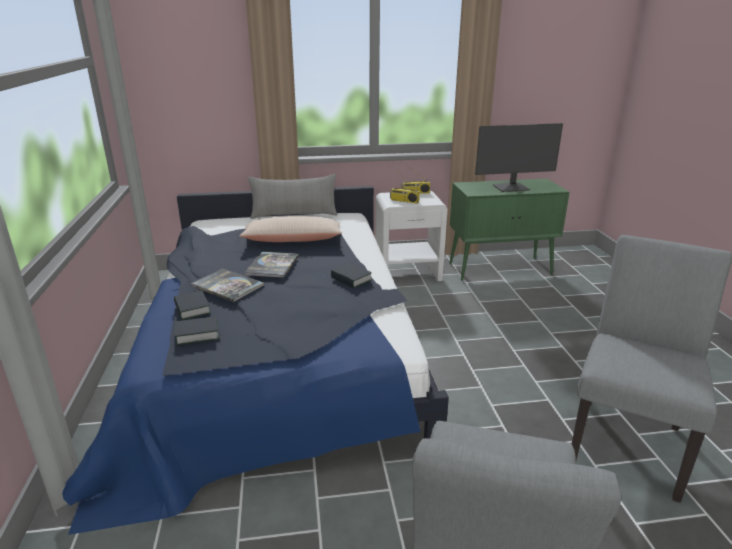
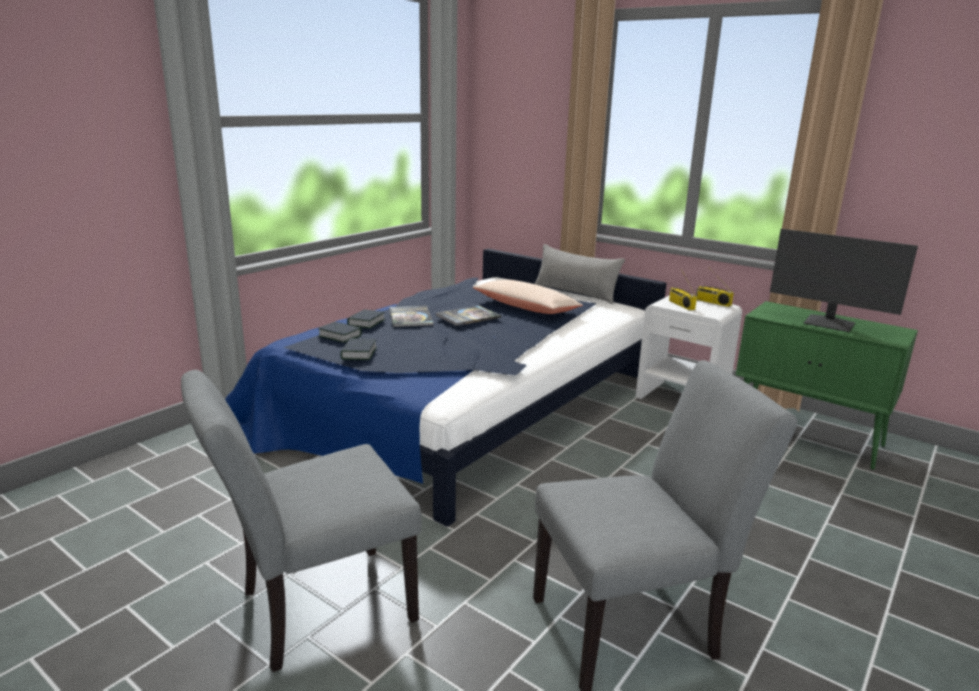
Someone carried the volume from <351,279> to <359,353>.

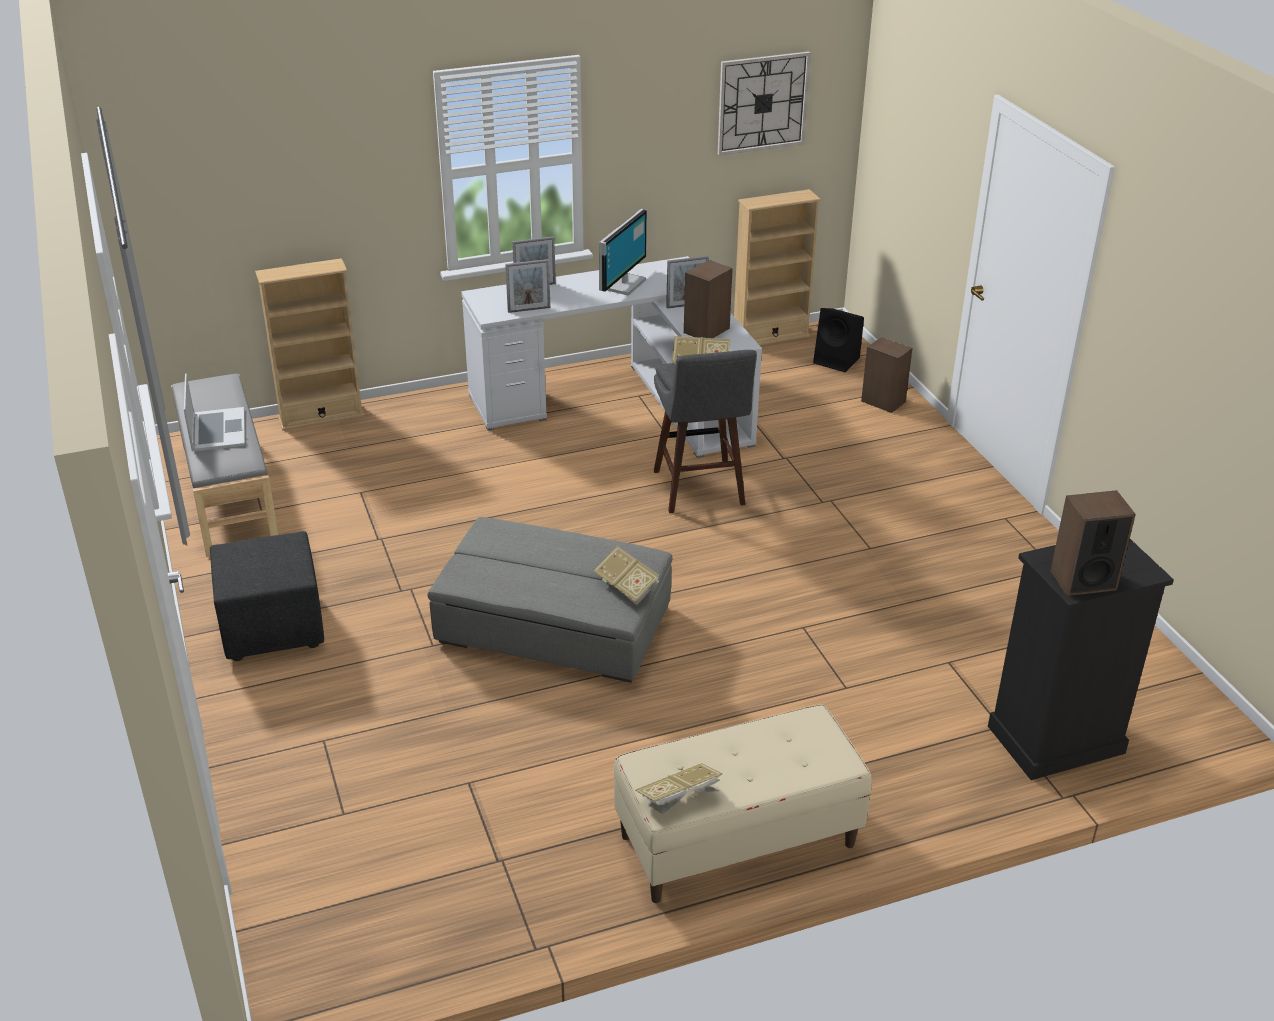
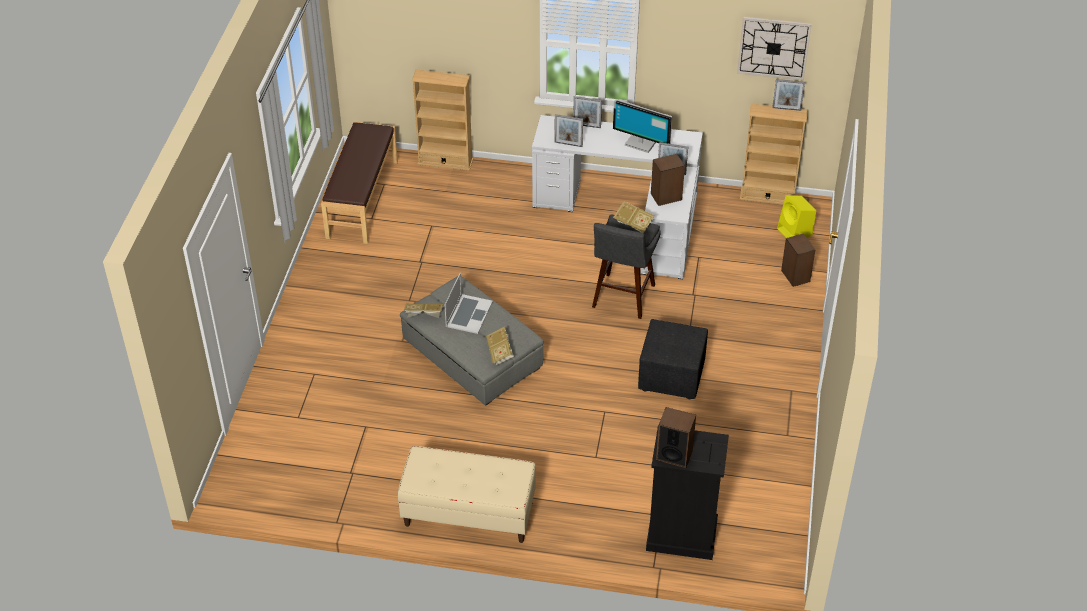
Someone repainted the indoor bench (greyish) at <228,493>, which became the indoor bench (brown-coloured) at <361,199>.
Someone carried the laptop from <217,430> to <468,314>.
Someone carried the pouffe (blackish) from <274,629> to <672,377>.
Someone rotated the computer display at <622,284> by 60 degrees clockwise.
Someone carried the volume from <679,800> to <424,316>.
Someone repainted the audio speaker (blackish) at <837,360>, which became the audio speaker (yellowish) at <795,232>.
Someone put down the standing frame at <786,109>.

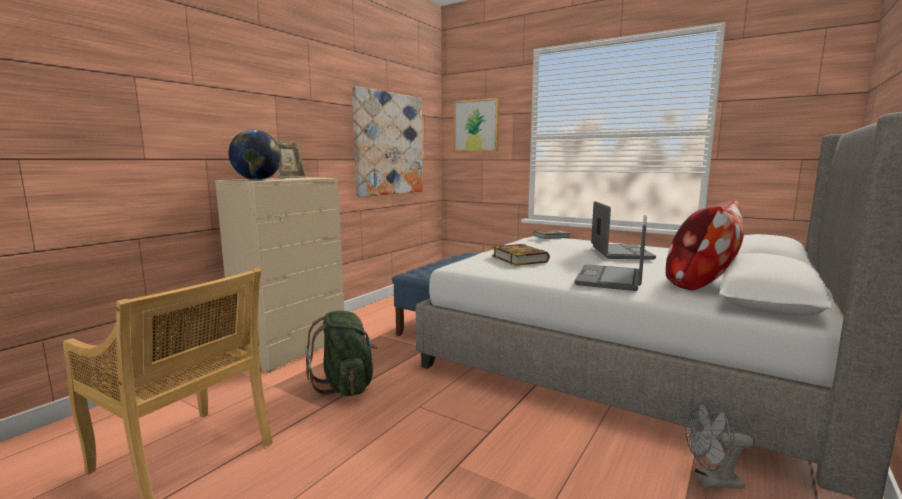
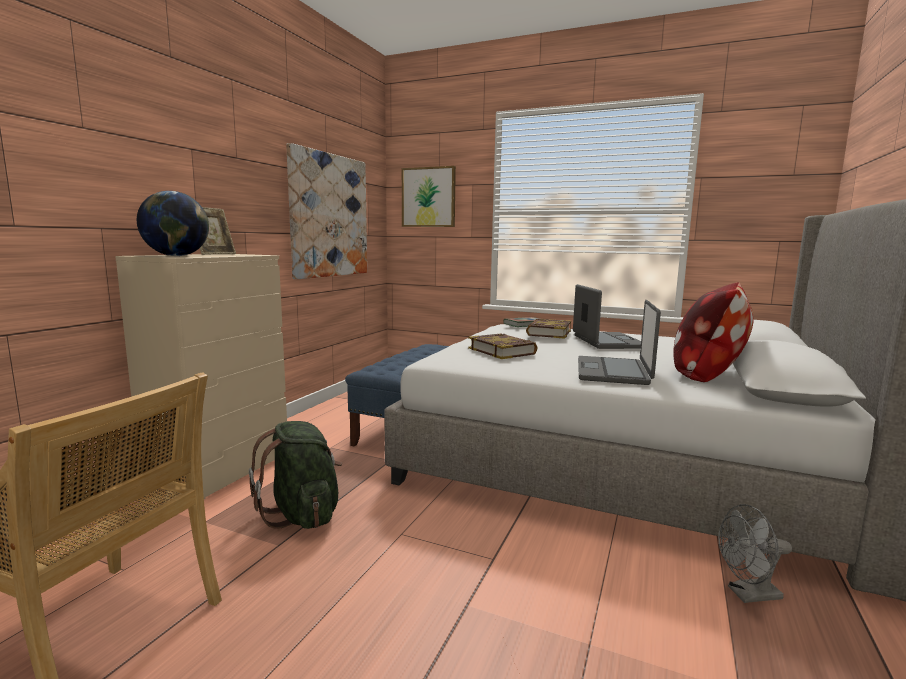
Someone put down the volume at <548,333>.

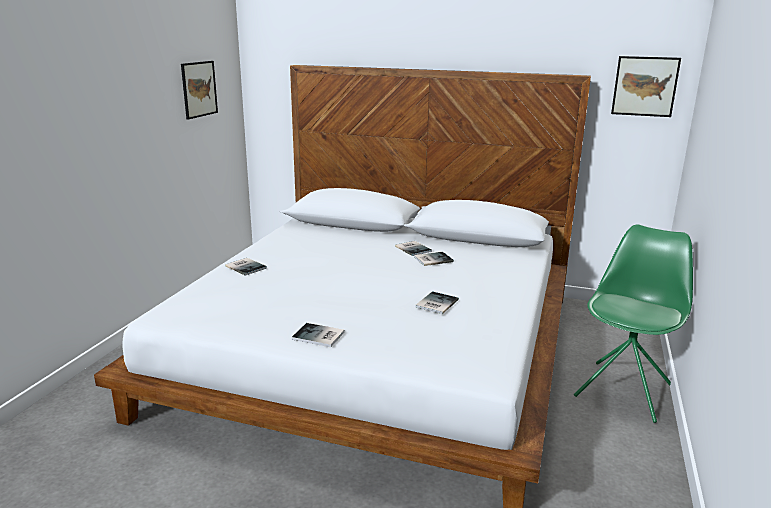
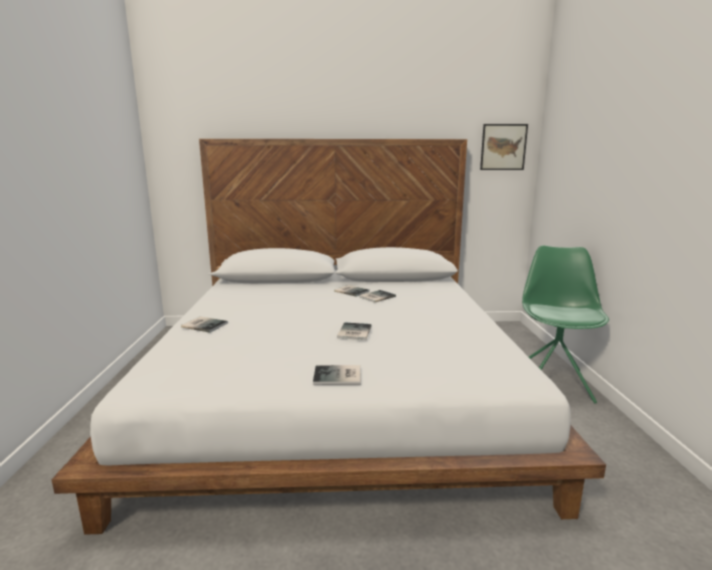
Someone took away the wall art at <199,89>.
Someone carried the volume from <435,304> to <353,332>.

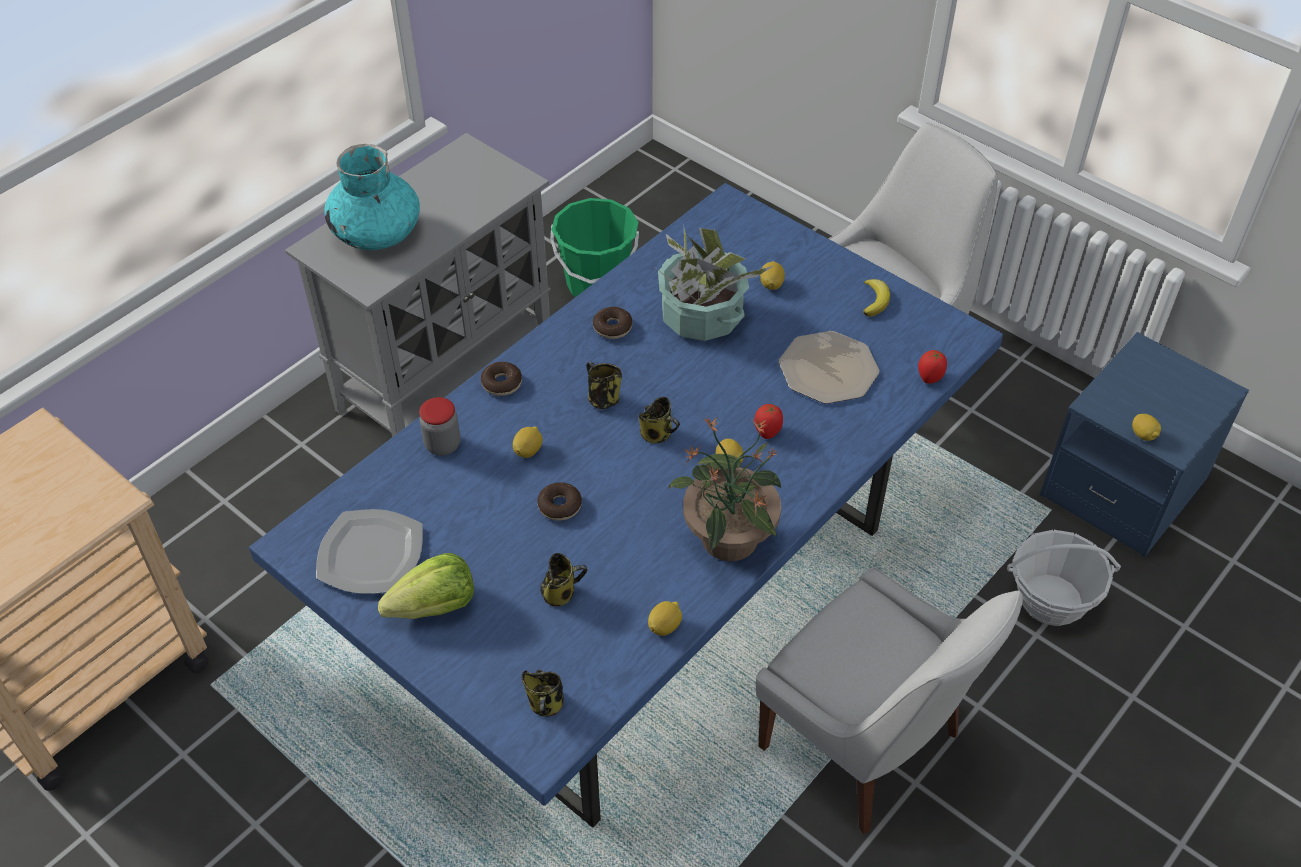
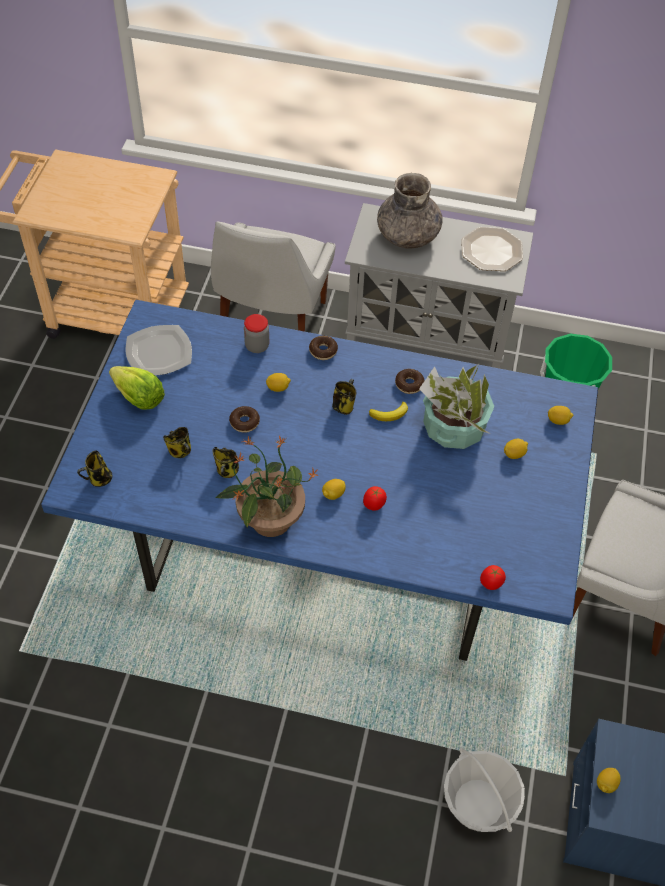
Someone repainted the vase (blue-green) at <377,233>, which became the vase (greyish) at <408,235>.
Someone carried the tea mug from <658,434> to <227,471>.
Someone carried the lemon from <665,626> to <558,420>.
Someone carried the plain chair (whitish) from <865,745> to <271,322>.
Someone carried the plate from <828,370> to <491,251>.
Someone carried the whole banana from <875,300> to <390,414>.

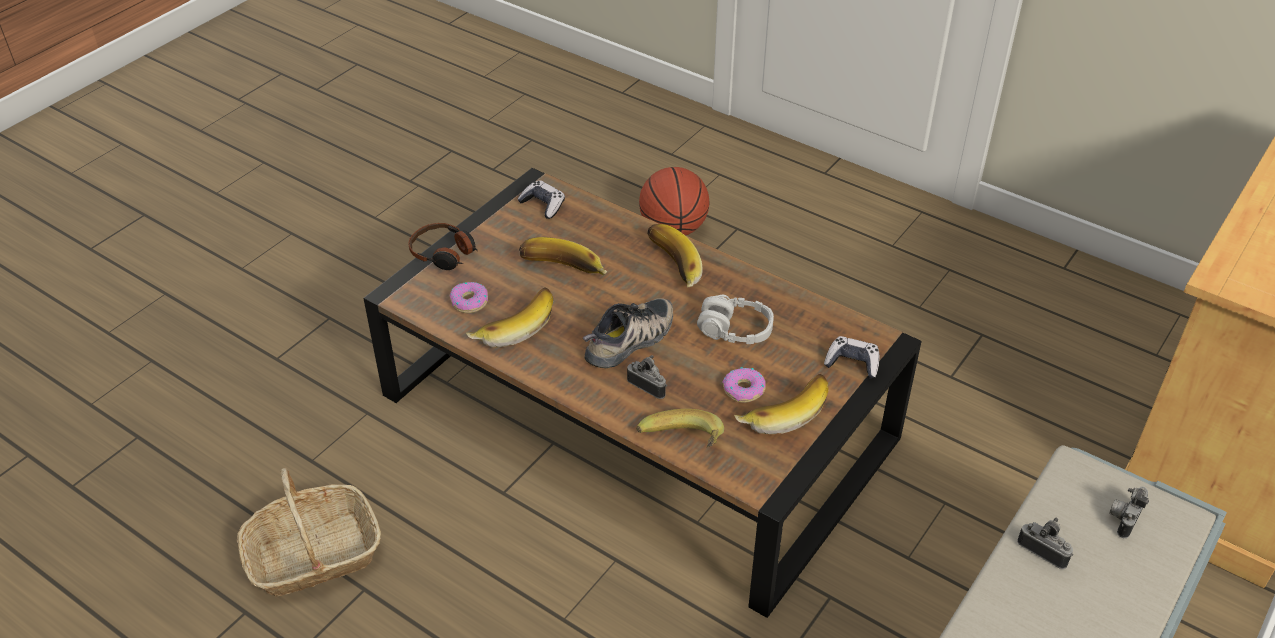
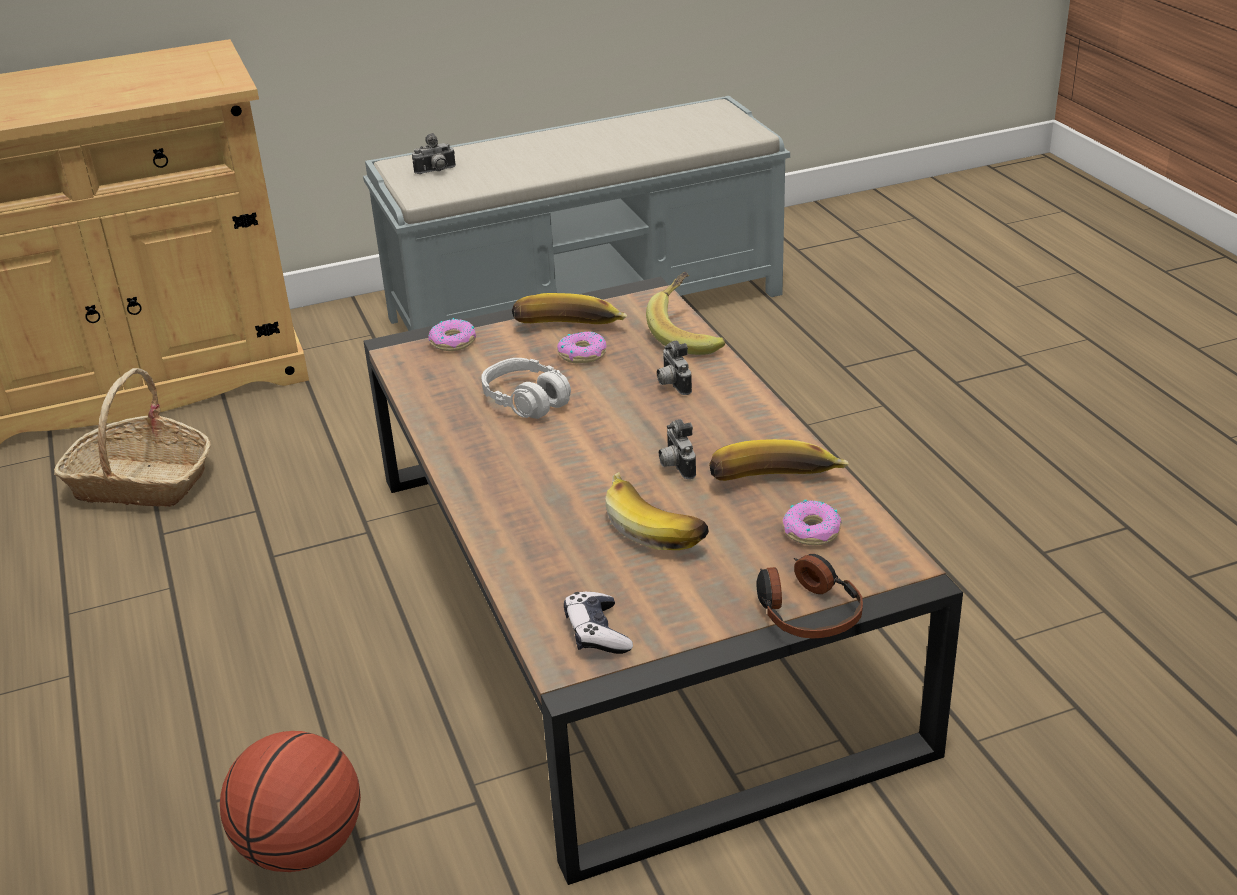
Someone carried the basket from <313,555> to <141,483>.
Someone took away the shoe at <631,341>.
Someone took away the whole banana at <671,267>.
Someone swapped the gamepad at <852,363> for the donut at <453,342>.
Someone carried the still camera from <1044,550> to <675,466>.

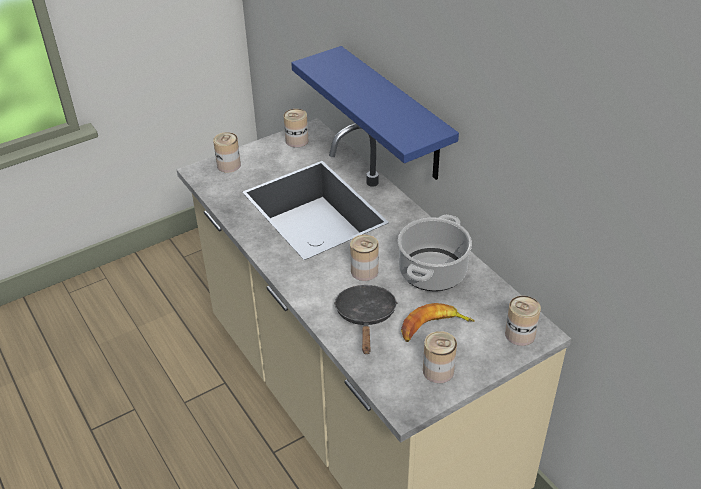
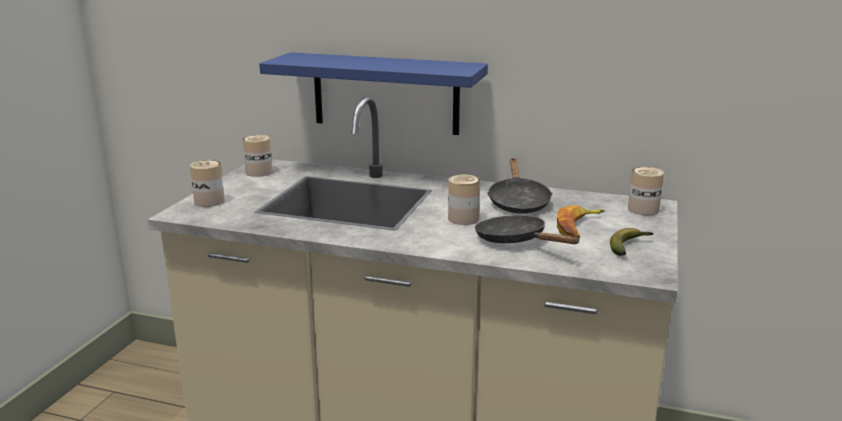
Someone swapped the stockpot at <432,271> for the skillet (blackish) at <518,202>.
Someone swapped the can at <438,371> for the whole banana at <629,247>.

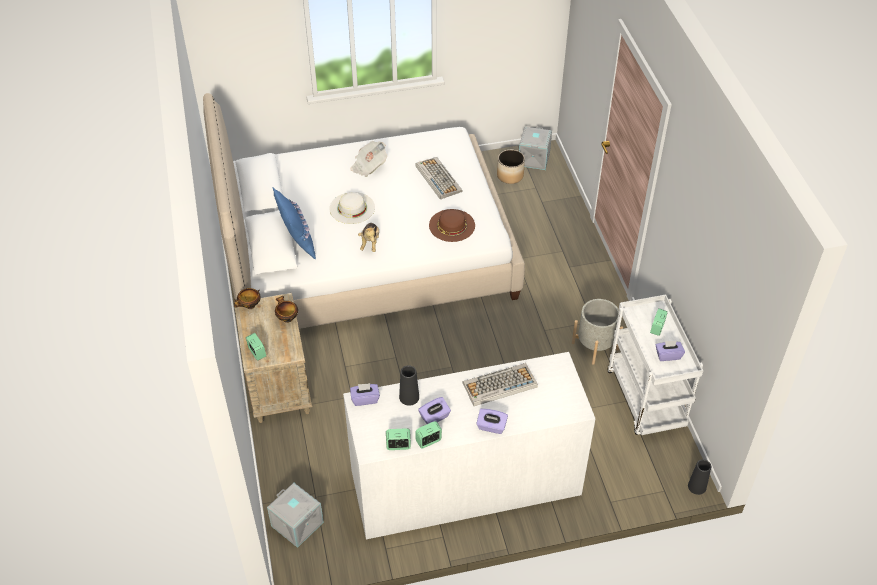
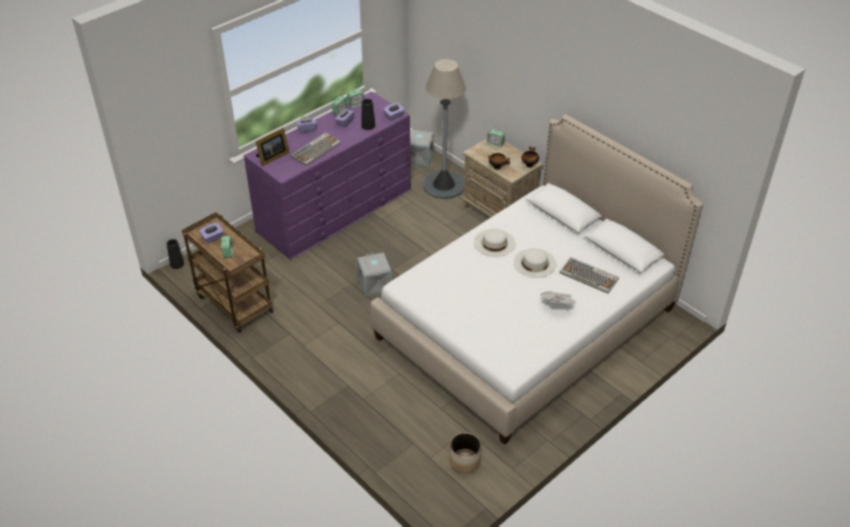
Someone took away the pillow (blue-coloured) at <296,242>.
Someone repainted the chest of drawers (whitish) at <465,482>, which became the chest of drawers (purple-coloured) at <335,210>.
Someone swapped the soft toy at <370,243> for the hat (whitish) at <494,243>.
Someone carried the keyboard from <437,178> to <589,276>.
Someone took away the hat (brown-coloured) at <452,225>.
Someone carried the storage bin (greyish) from <533,158> to <375,284>.
Someone took away the plant pot (greyish) at <595,346>.
Someone repainted the cart (whitish) at <646,400>, which became the cart (brown-coloured) at <233,303>.
Someone put down the standing frame at <272,157>.
Someone put down the standing lamp (greyish) at <443,185>.

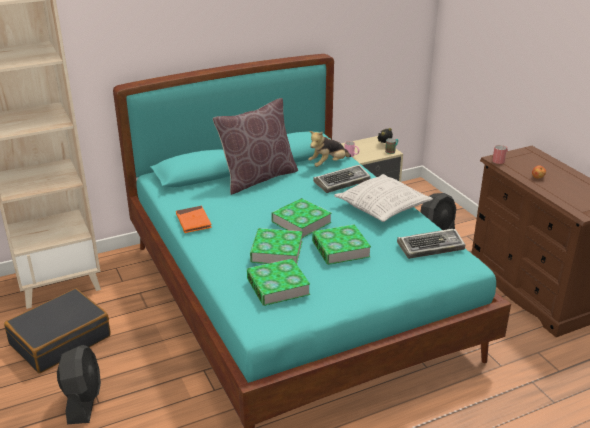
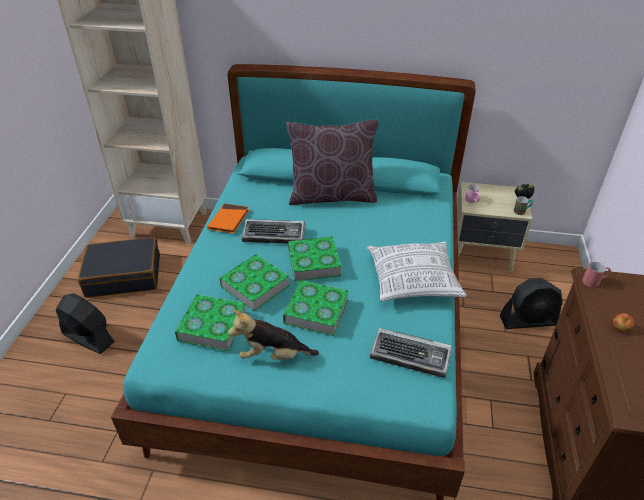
Someone rotated the cooling fan (blackish) at <83,401> by 90 degrees counterclockwise.
Someone carried the soft toy from <328,164> to <273,355>.
Someone carried the keyboard from <342,182> to <275,235>.

